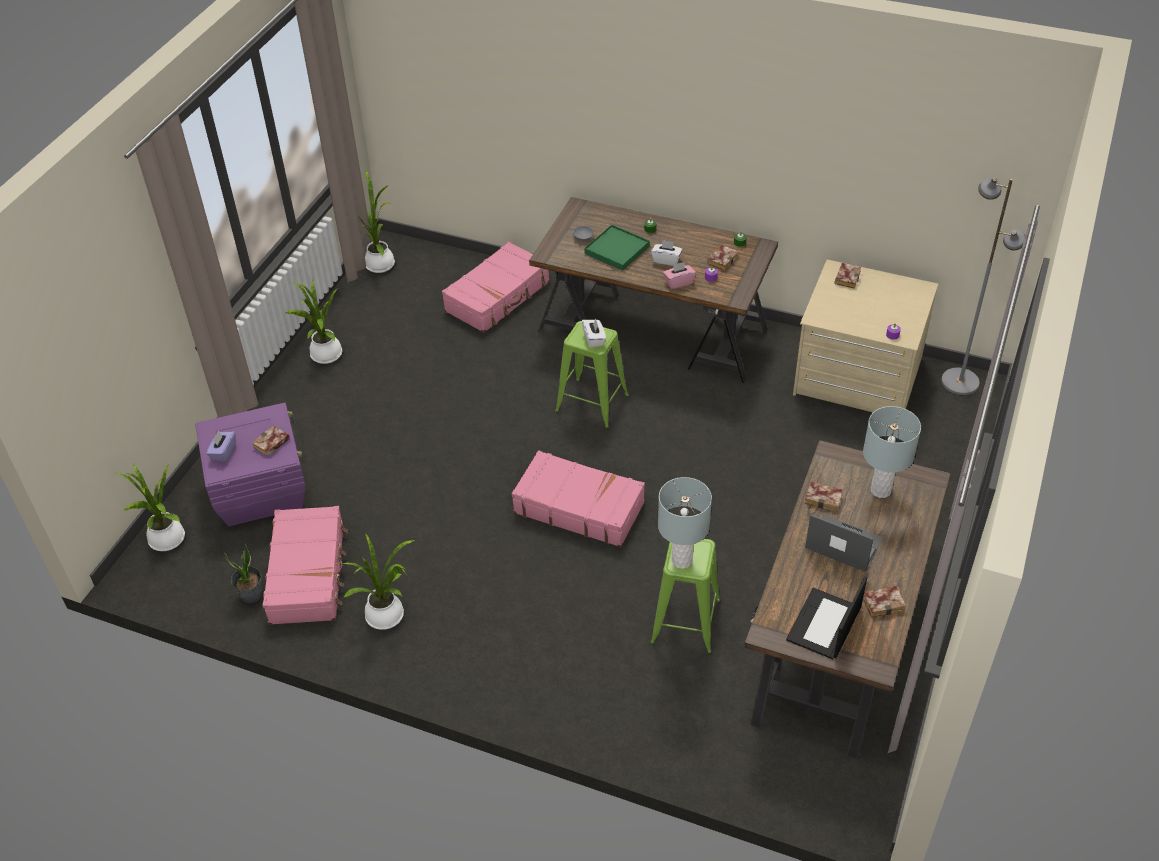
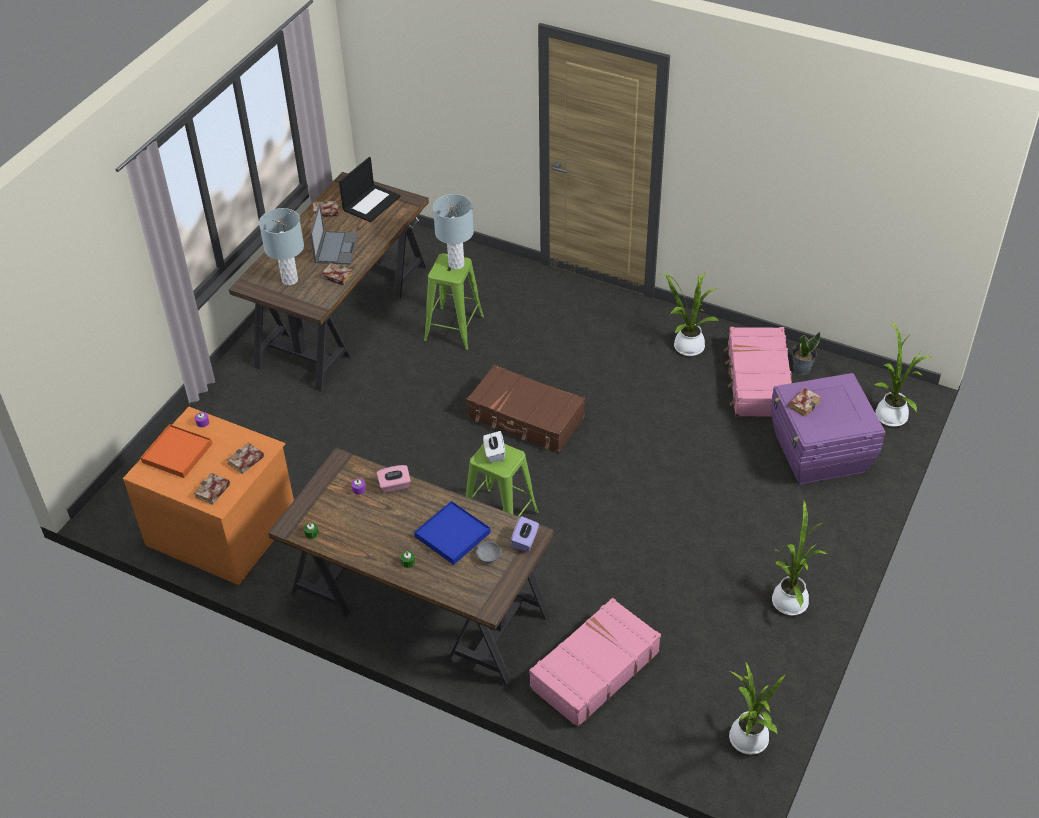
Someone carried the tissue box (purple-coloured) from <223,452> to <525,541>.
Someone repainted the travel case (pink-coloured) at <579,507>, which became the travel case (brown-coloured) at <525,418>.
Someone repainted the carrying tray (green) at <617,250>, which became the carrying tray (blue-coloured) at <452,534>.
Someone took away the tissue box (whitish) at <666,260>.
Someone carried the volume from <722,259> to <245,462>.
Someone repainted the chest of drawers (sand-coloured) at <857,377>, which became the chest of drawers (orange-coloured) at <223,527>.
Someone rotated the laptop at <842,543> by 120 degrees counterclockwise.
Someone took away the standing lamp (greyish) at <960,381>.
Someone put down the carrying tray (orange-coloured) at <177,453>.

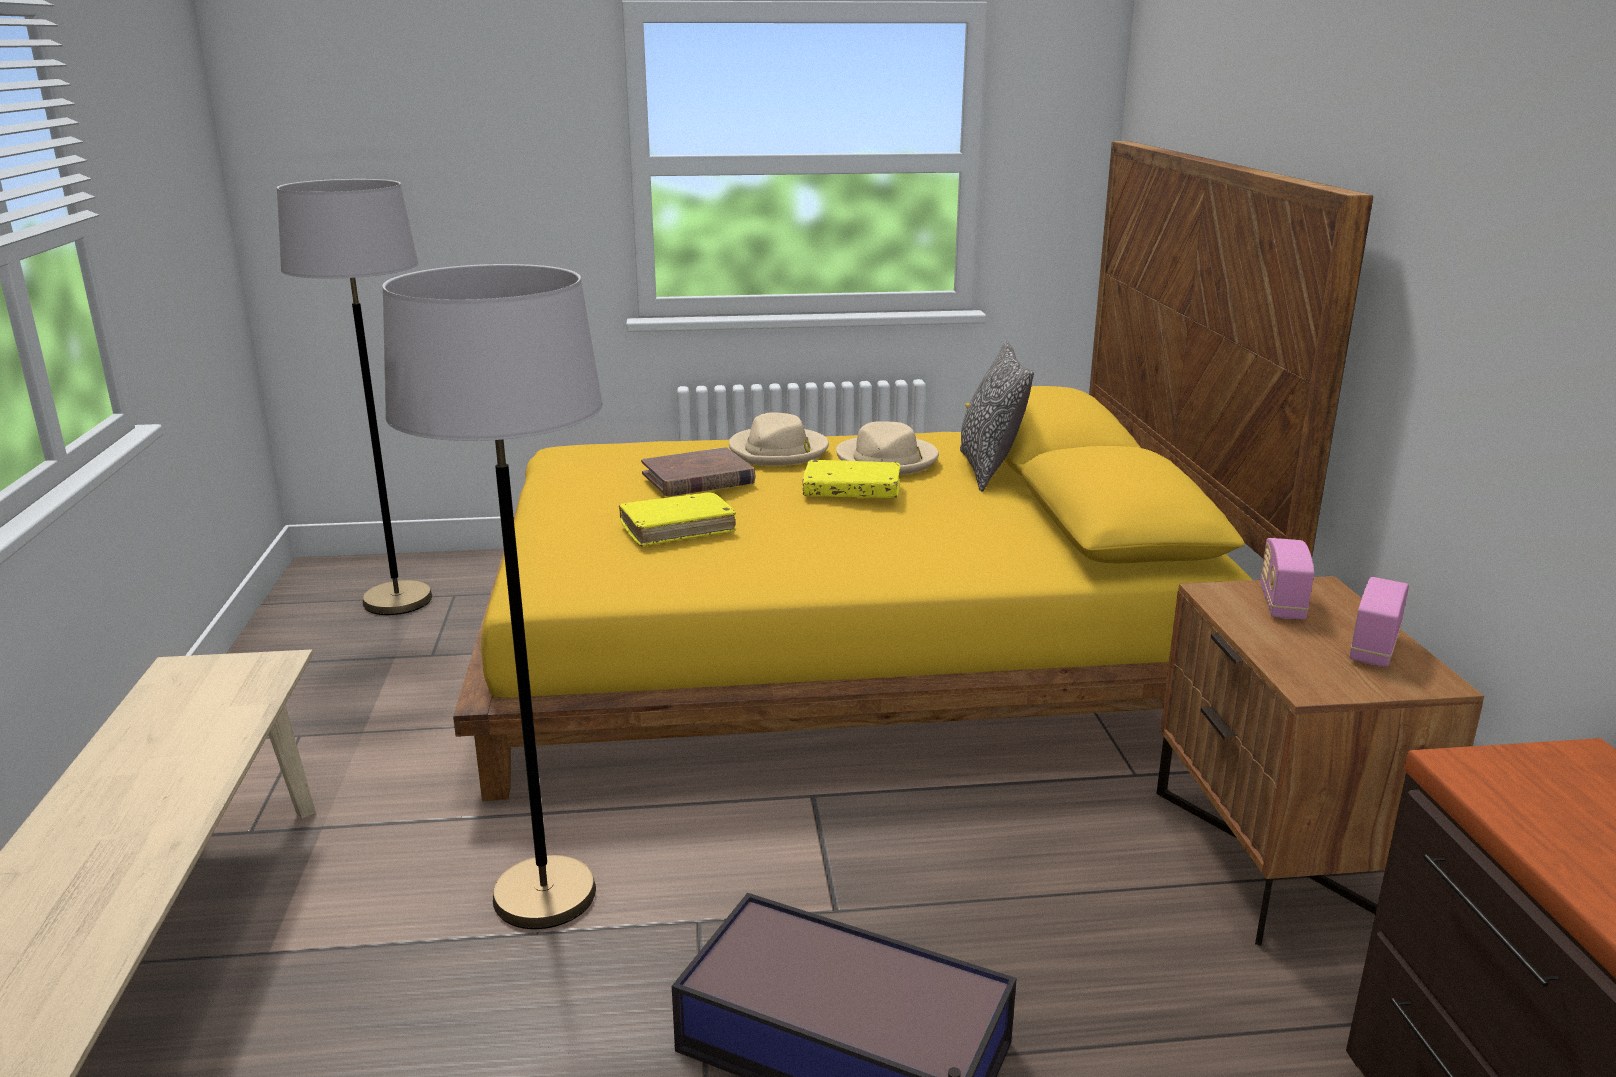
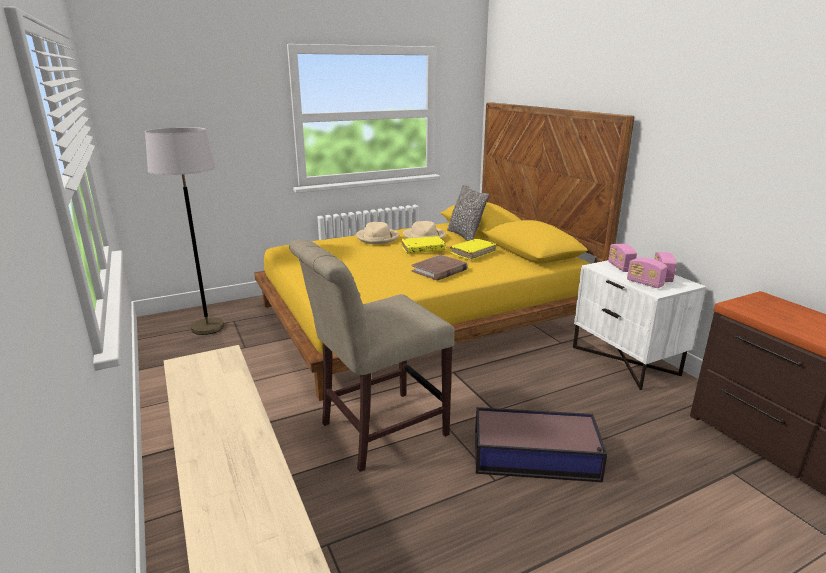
Someone swapped the standing lamp (greyish) at <544,895> for the plain chair (sand-coloured) at <377,431>.
Someone carried the volume (yellowish) from <677,529> to <473,253>.
Someone carried the volume (brown-coloured) from <698,478> to <439,270>.
Someone repainted the night table (brown-coloured) at <1278,857>, which became the night table (whitish) at <626,361>.
Someone put down the radio receiver at <644,283>.

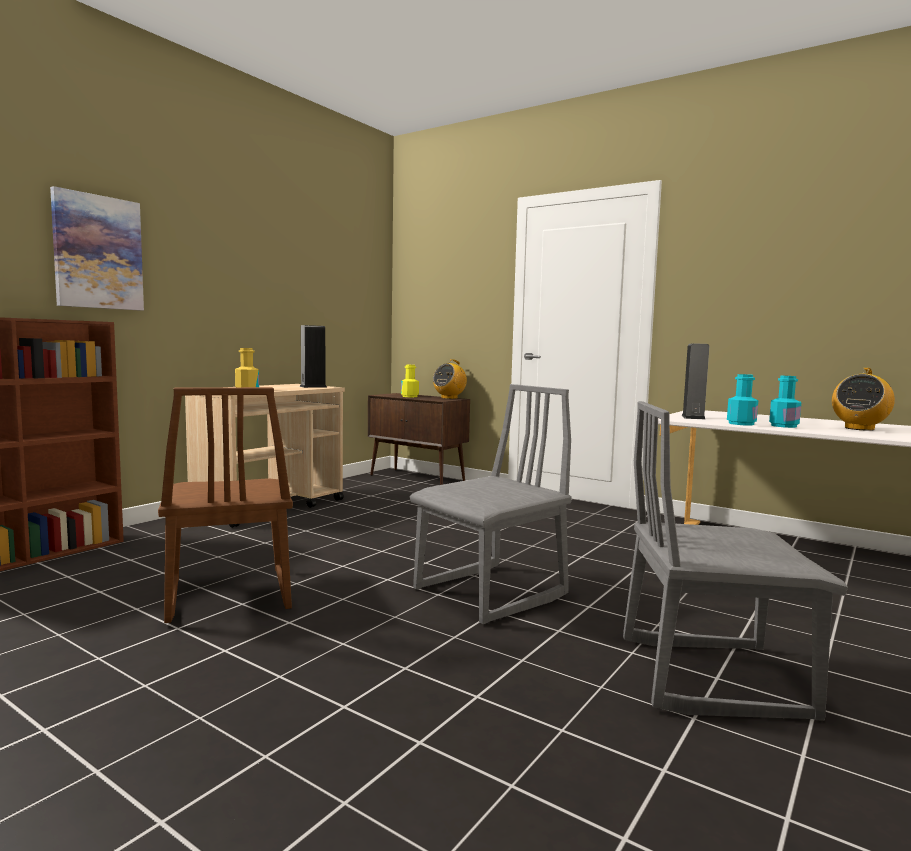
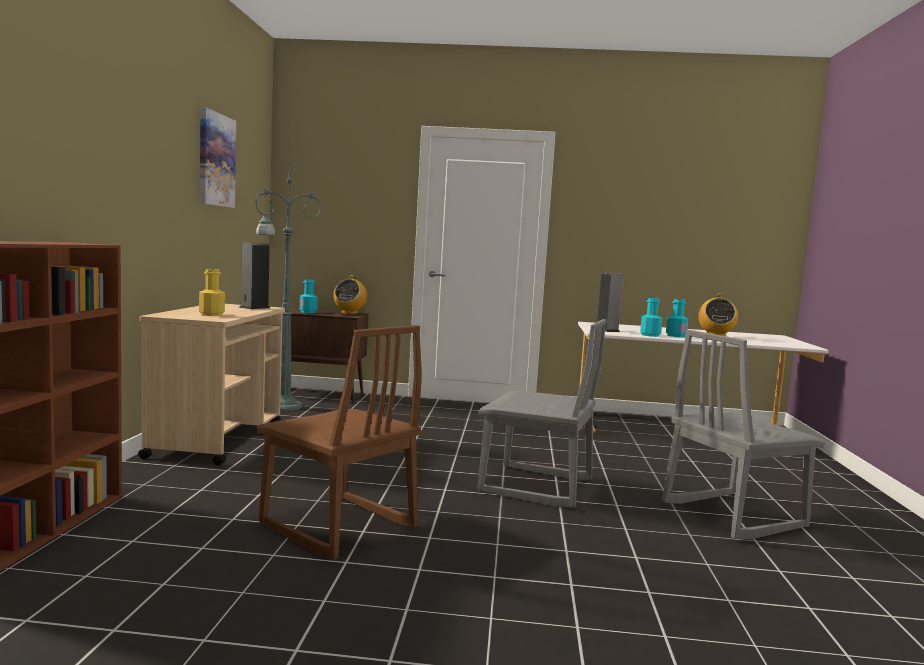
Someone carried the wall art from <98,252> to <216,160>.
Someone repainted the beverage bottle (yellowish) at <409,396>, which became the beverage bottle (blue-green) at <308,312>.
Someone rotated the plain chair (greyish) at <491,593> by 90 degrees clockwise.
Someone put down the standing lamp (green) at <281,406>.

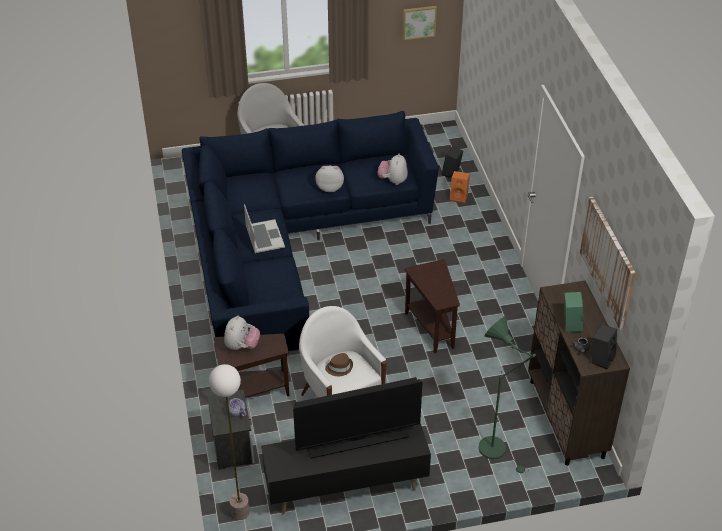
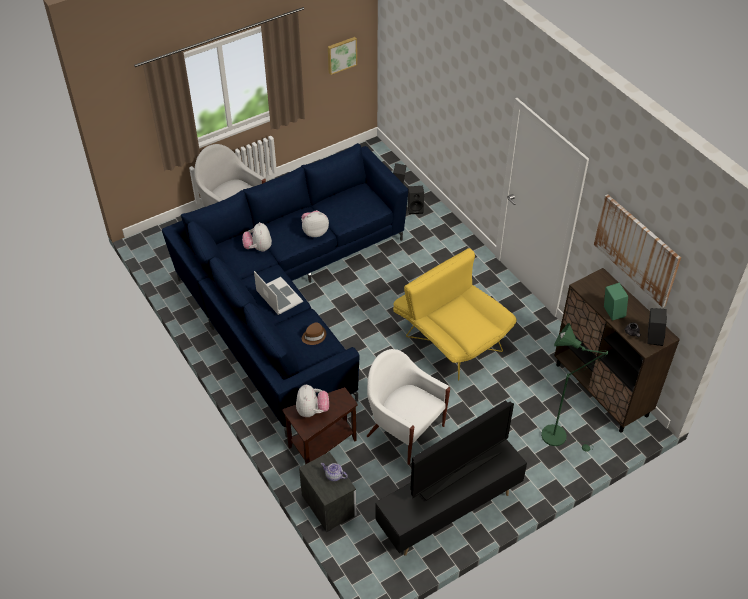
Someone took away the standing lamp at <240,512>.
Someone carried the hat (brown-coloured) from <339,367> to <314,336>.
Someone carried the soft toy from <393,180> to <258,248>.
Someone swapped the accent table (brown-coloured) at <432,327> for the armchair (yellowish) at <450,338>.
Someone repainted the audio speaker (orange-coloured) at <459,197>, which became the audio speaker (blackish) at <415,208>.

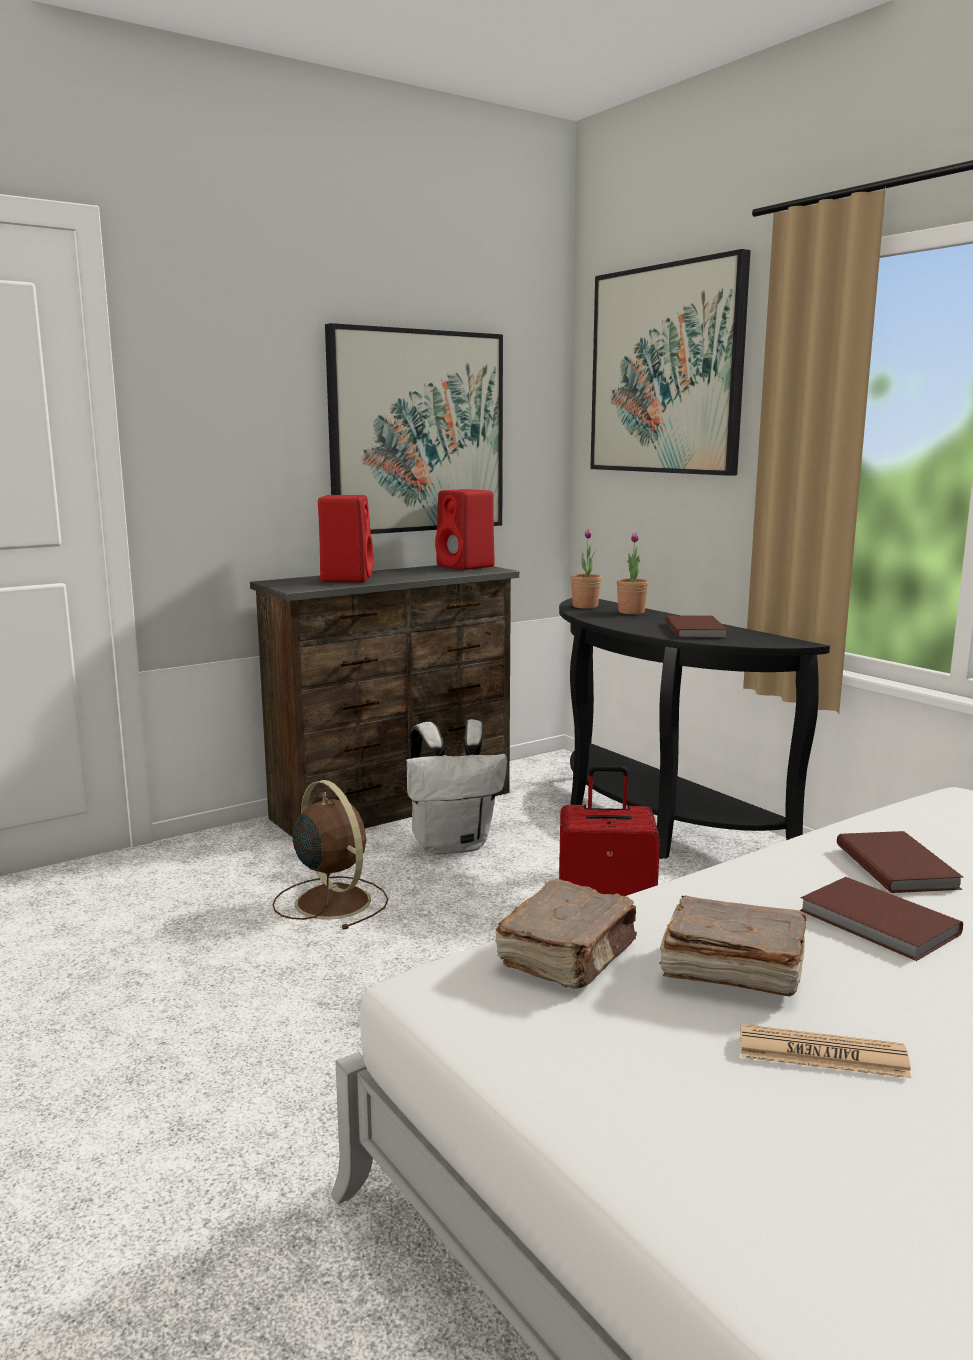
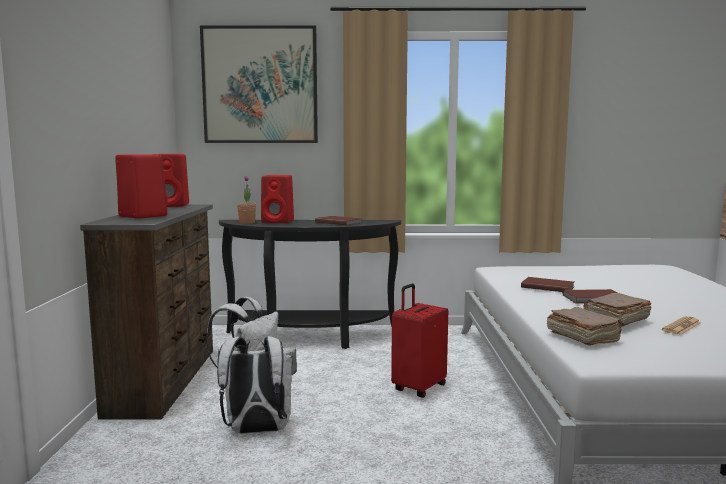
Someone swapped the cooling fan (brown-coloured) at <331,901> for the knapsack (whitish) at <257,431>.
Someone took away the wall art at <417,432>.
Someone swapped the houseplant at <631,612> for the audio speaker (red) at <279,221>.

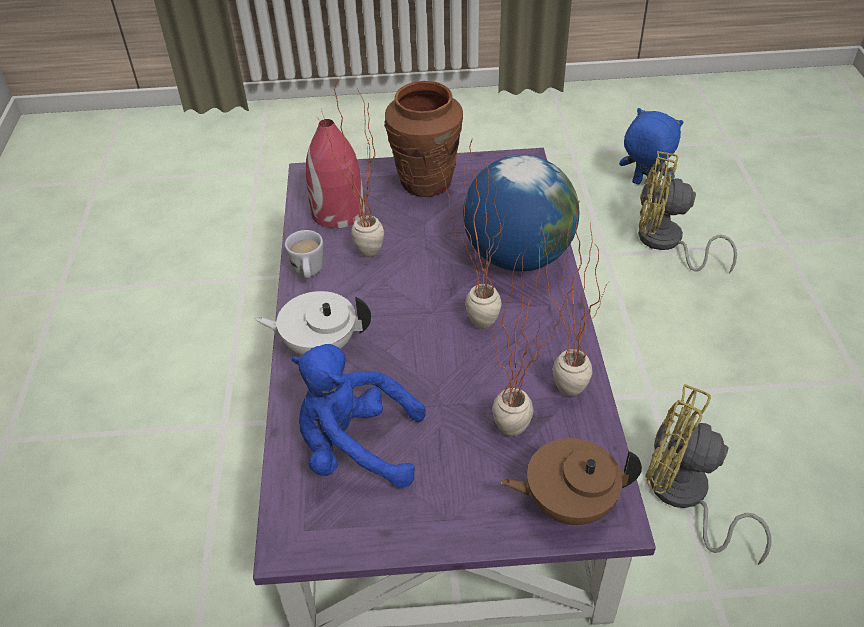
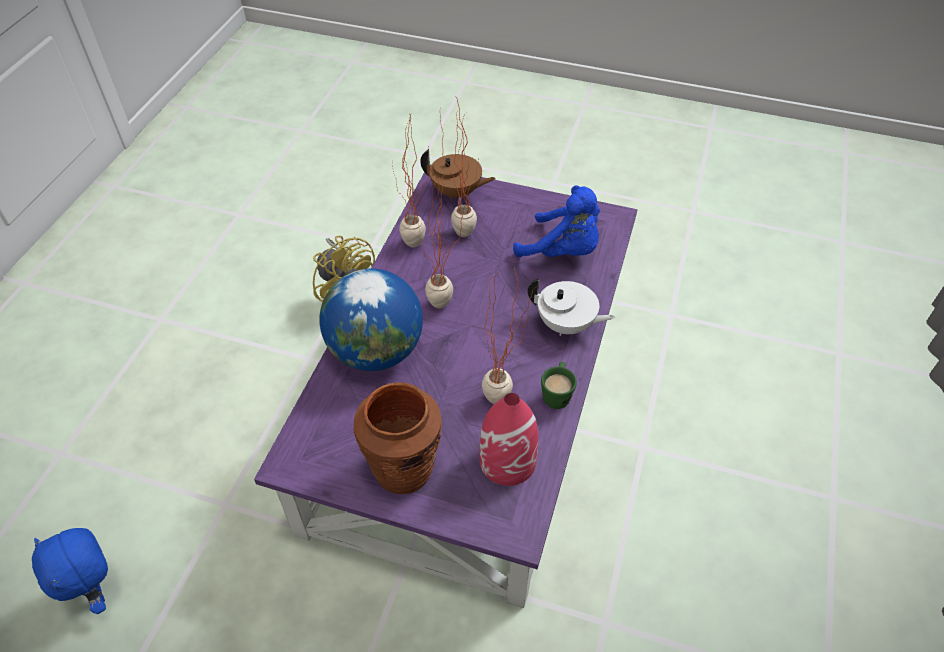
Someone repainted the tea mug (whitish) at <308,274>, which became the tea mug (green) at <557,394>.
Someone took away the cooling fan (yellowish) at <666,243>.

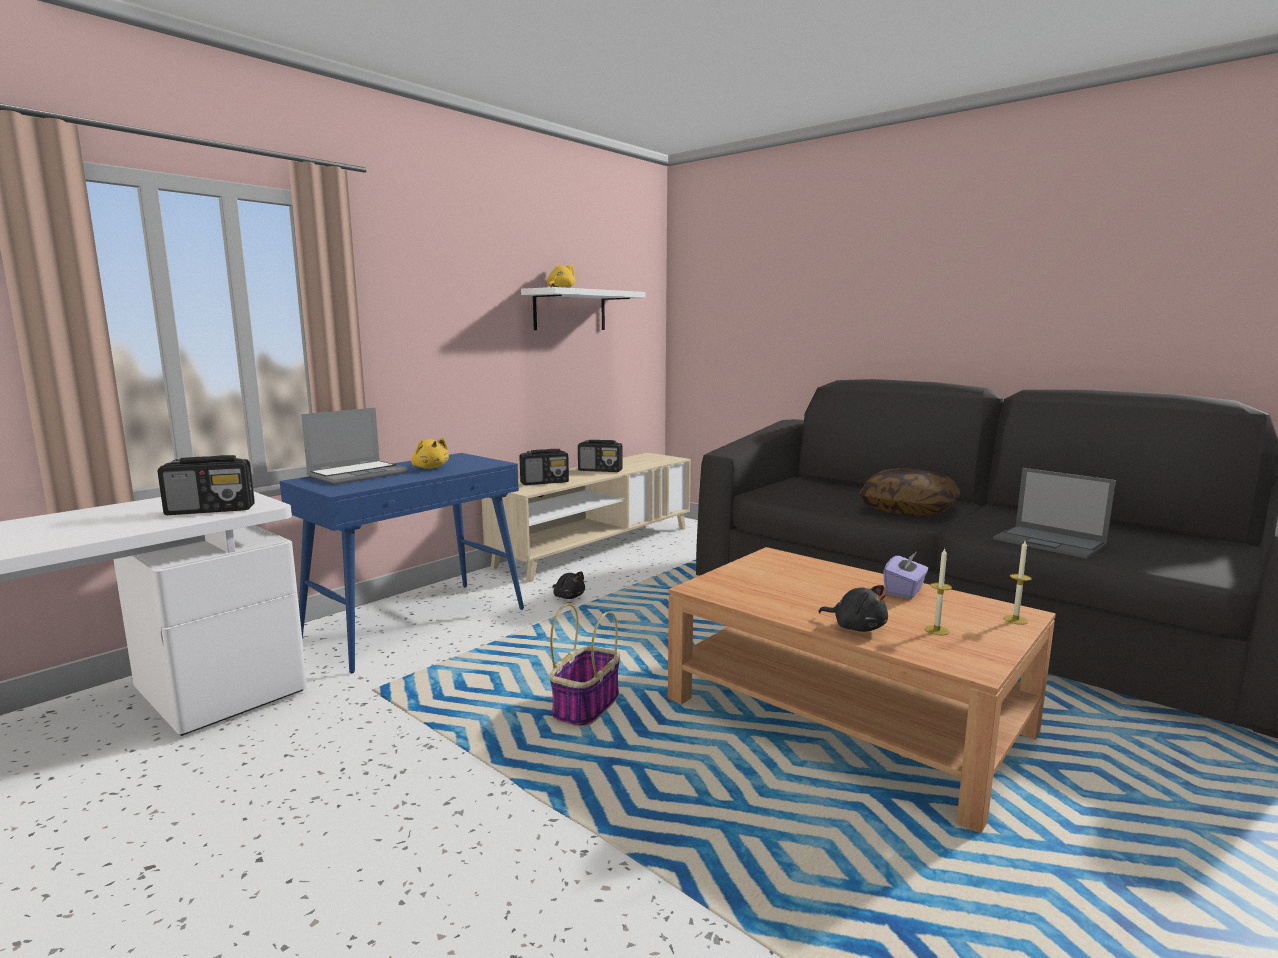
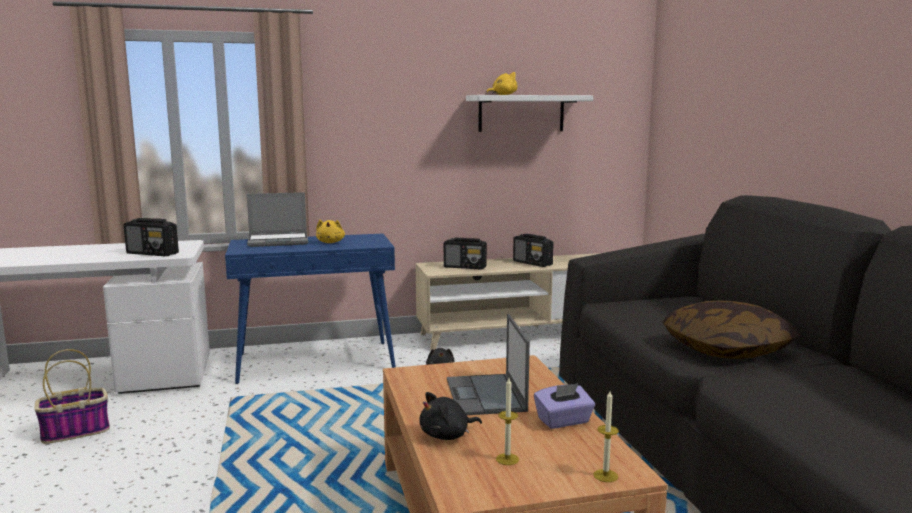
Someone carried the basket from <586,706> to <76,431>.
Someone rotated the soft toy (blackish) at <856,627> by 75 degrees clockwise.
Someone carried the laptop from <1050,542> to <486,395>.

